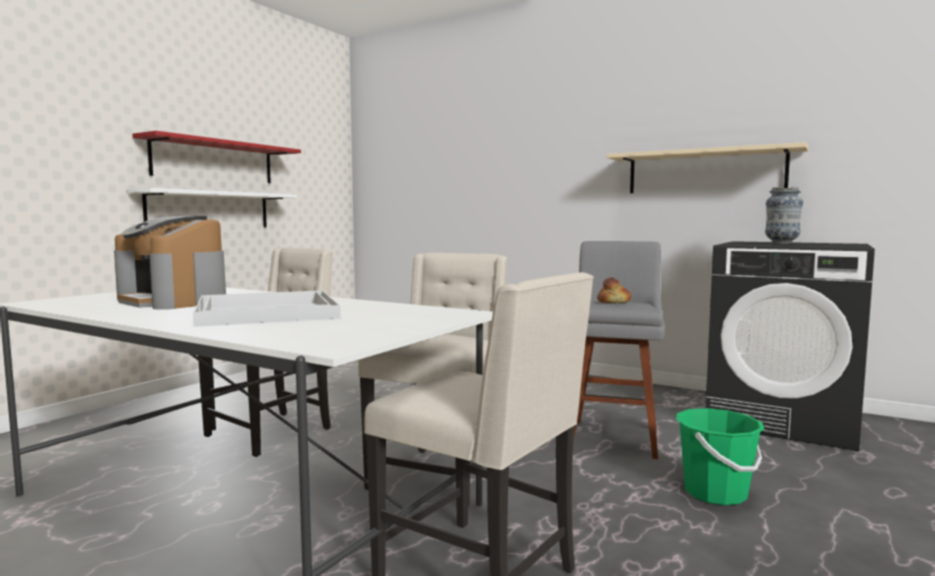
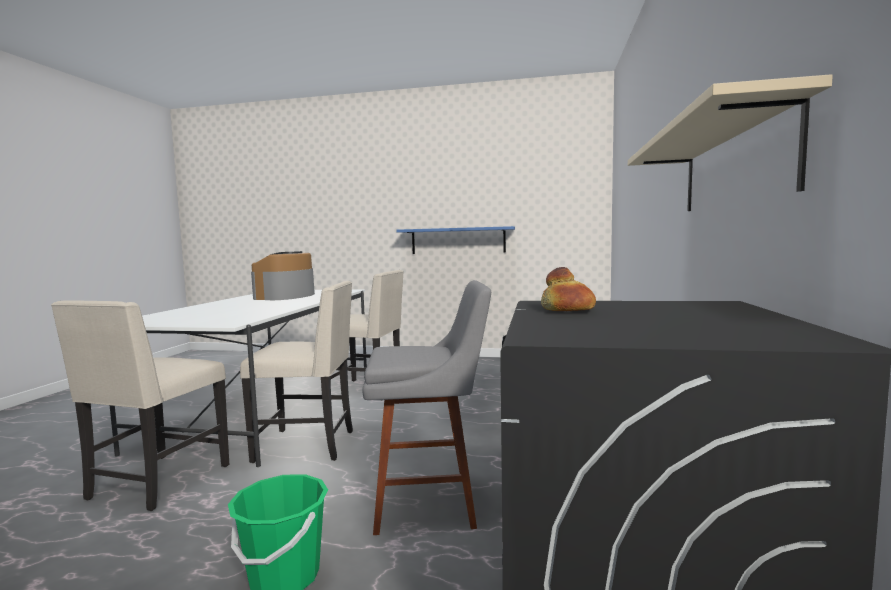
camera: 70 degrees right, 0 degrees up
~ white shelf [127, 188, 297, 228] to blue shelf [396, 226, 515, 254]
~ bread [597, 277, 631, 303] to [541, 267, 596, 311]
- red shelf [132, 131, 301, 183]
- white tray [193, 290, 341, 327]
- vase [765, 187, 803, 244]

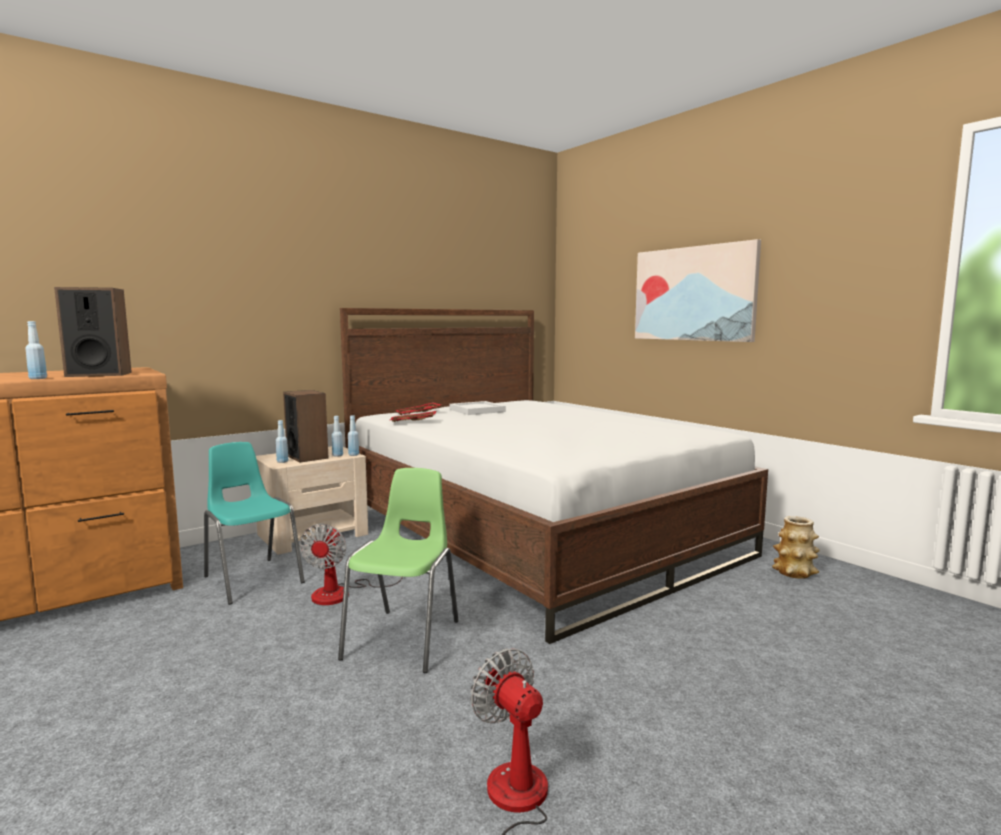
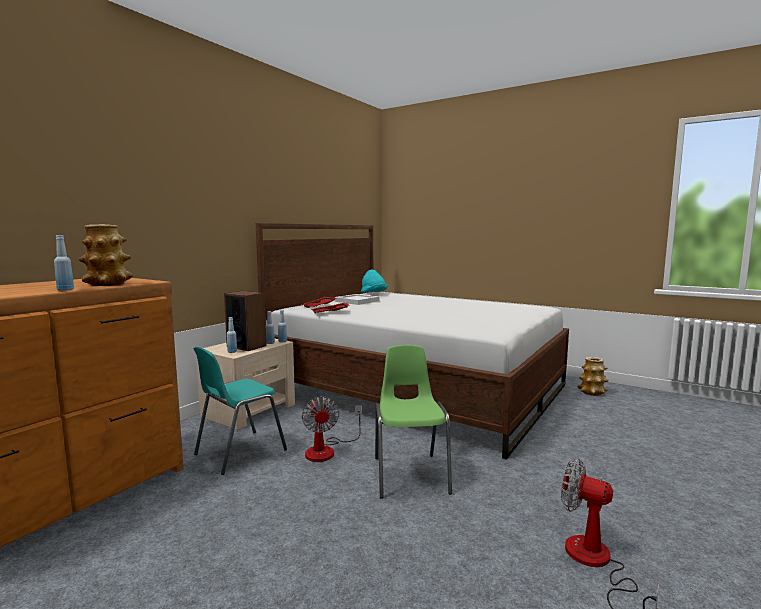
camera: 20 degrees left, 0 degrees up
~ speaker [54, 287, 132, 377] to vase [79, 225, 133, 286]
~ turquoise chair [204, 442, 305, 605] = [193, 347, 287, 475] 75 degrees counterclockwise
+ turquoise hat [361, 270, 388, 293]
- picture [635, 239, 761, 342]

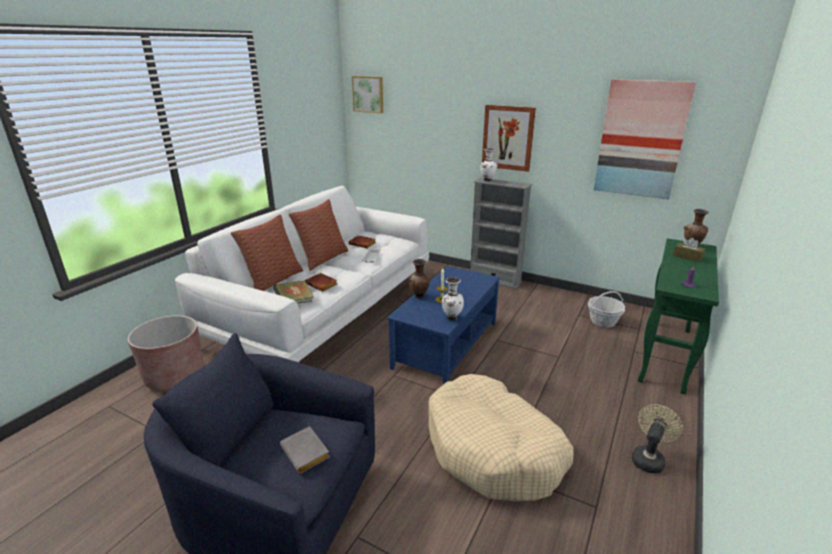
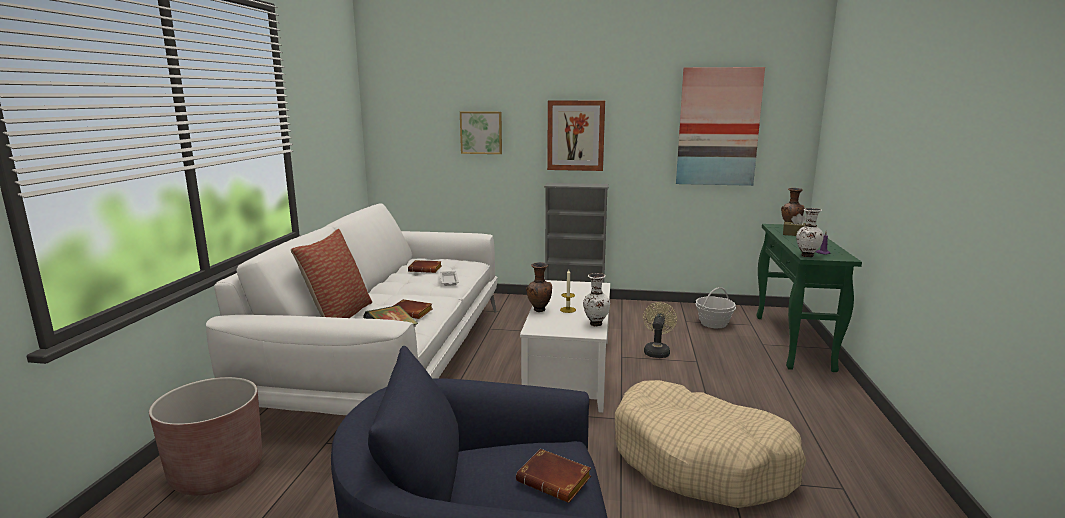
camera: 20 degrees left, 10 degrees down
~ picture [352, 76, 383, 113] to [460, 111, 502, 154]
~ grey book [280, 426, 330, 474] to brown book [516, 449, 591, 503]
~ blue coffee table [387, 266, 500, 384] to white coffee table [520, 280, 610, 413]
~ beige fan [631, 405, 683, 474] to [643, 302, 677, 358]
~ white vase [480, 148, 497, 182] to [796, 208, 824, 257]
- pillow [288, 199, 348, 271]

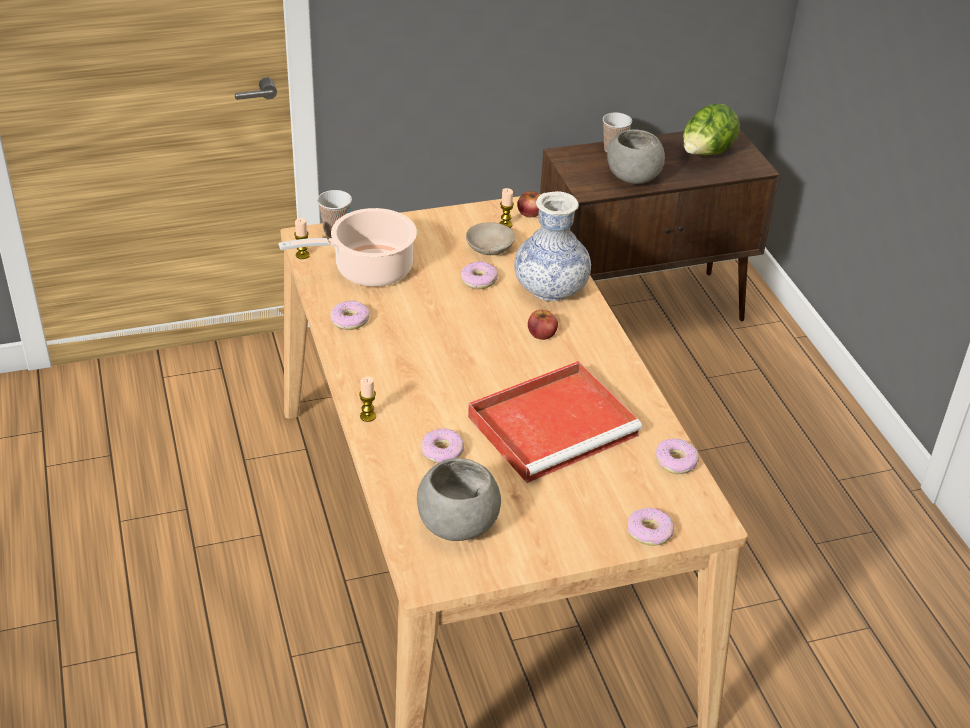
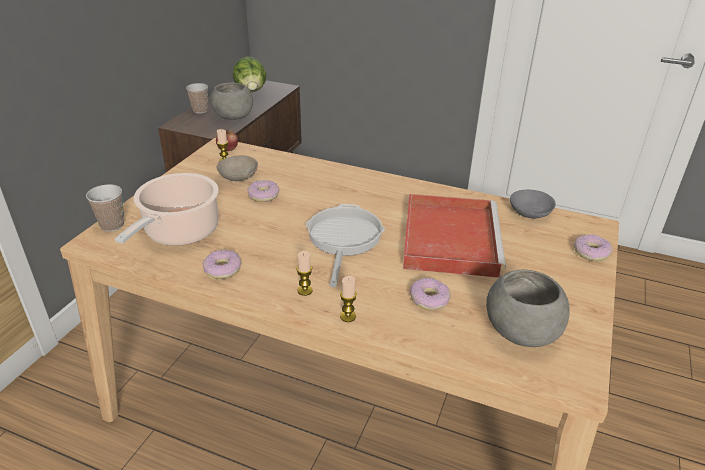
camera: 50 degrees left, 5 degrees down
~ candle [294, 218, 310, 259] to [296, 251, 313, 296]
+ frying pan [306, 204, 385, 287]
~ donut [655, 438, 699, 474] to grey bowl [510, 190, 556, 219]
- vase [514, 191, 591, 301]
- apple [528, 309, 558, 340]

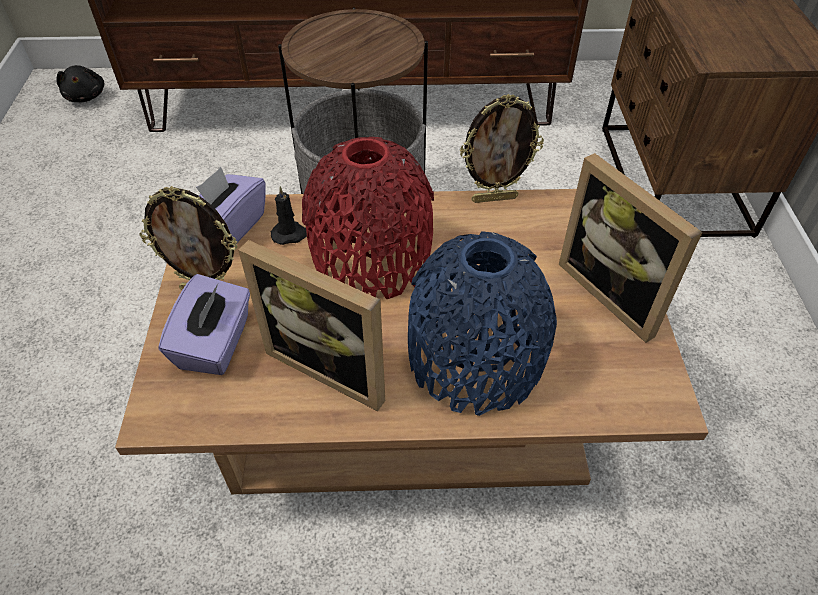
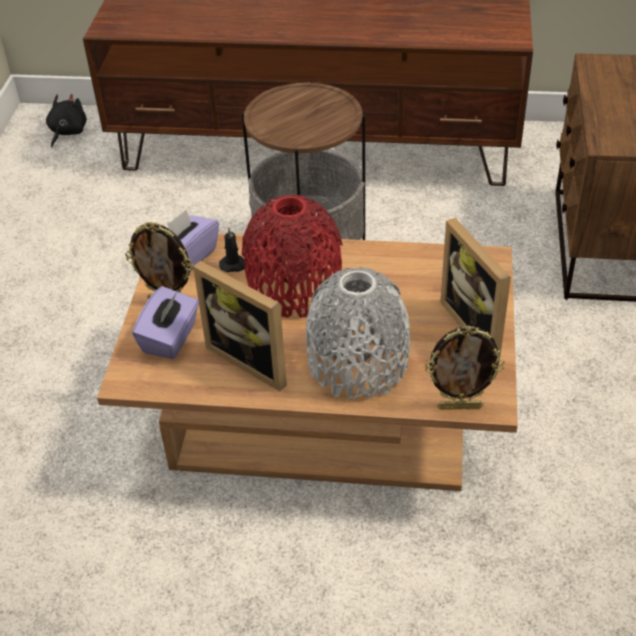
camera: 10 degrees right, 5 degrees down
~ black plush toy [56, 65, 104, 102] = [46, 94, 87, 147] 150 degrees counterclockwise
~ blue vase [408, 231, 557, 416] to grey vase [306, 267, 410, 400]
~ picture frame [460, 94, 544, 203] to [425, 325, 505, 410]

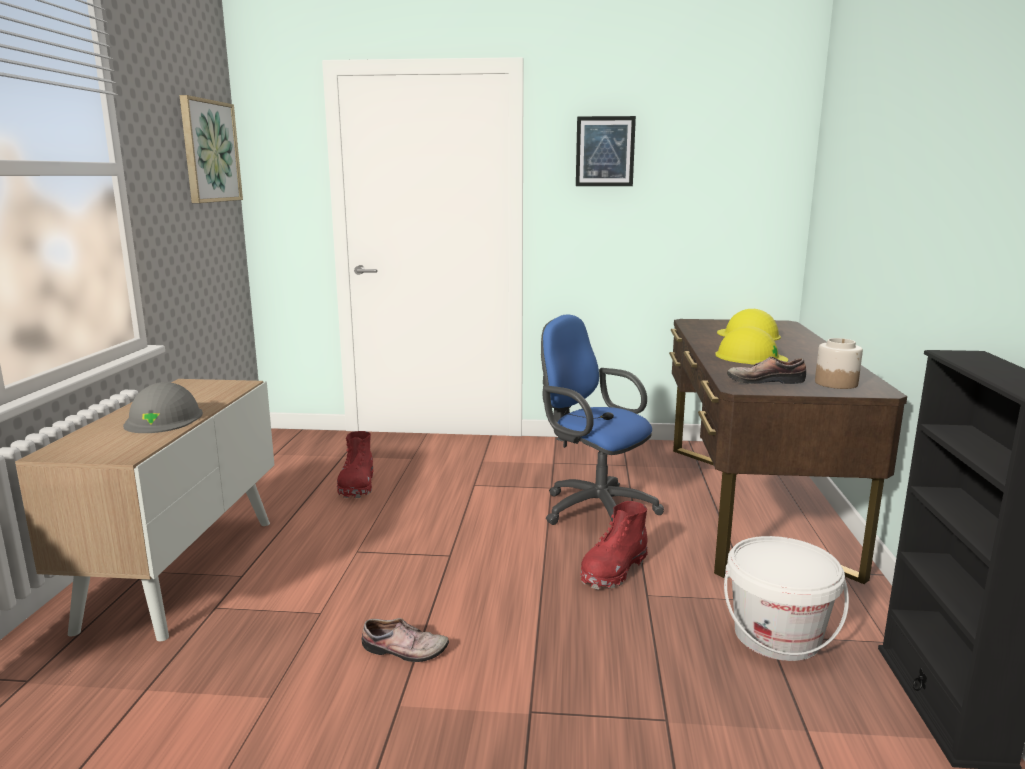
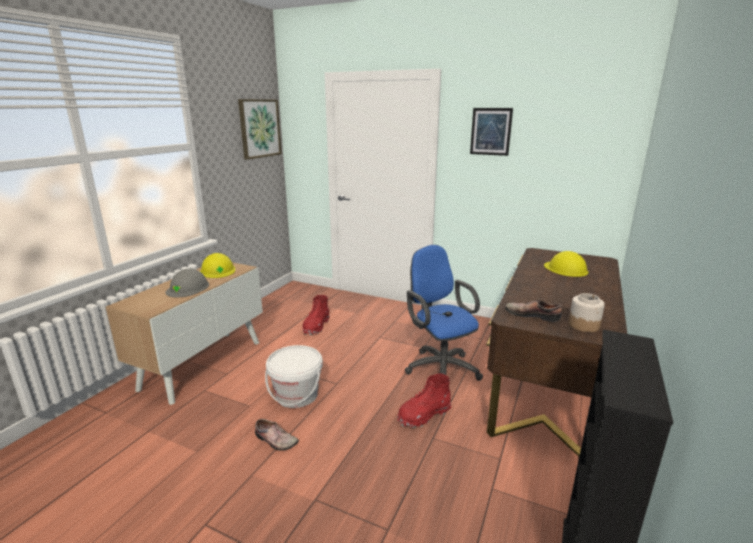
camera: 20 degrees right, 5 degrees up
~ yellow hard hat [715, 326, 788, 365] to [200, 253, 235, 278]
~ white bucket [724, 536, 849, 661] to [265, 345, 323, 408]

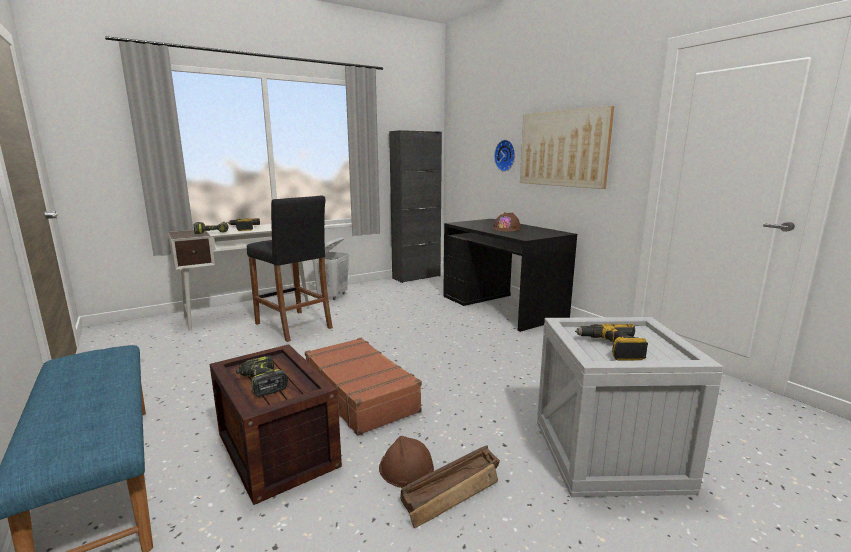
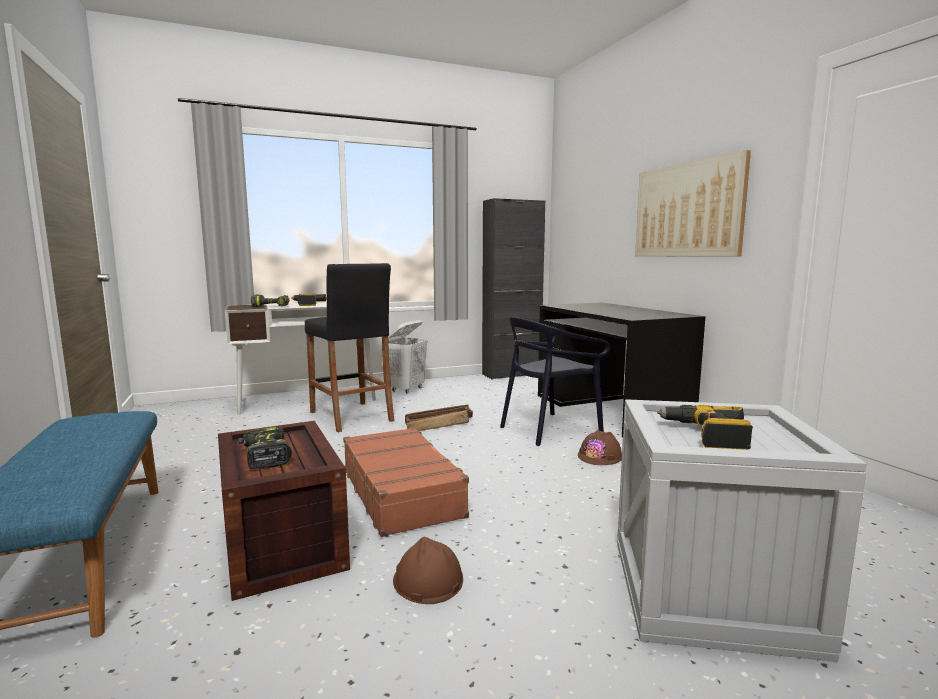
camera: 10 degrees right, 5 degrees down
~ crate [400, 445, 500, 528] to [405, 405, 473, 431]
+ black chair [500, 317, 610, 446]
~ brown hard hat [492, 212, 521, 232] to [578, 430, 622, 465]
- wall clock [494, 140, 515, 172]

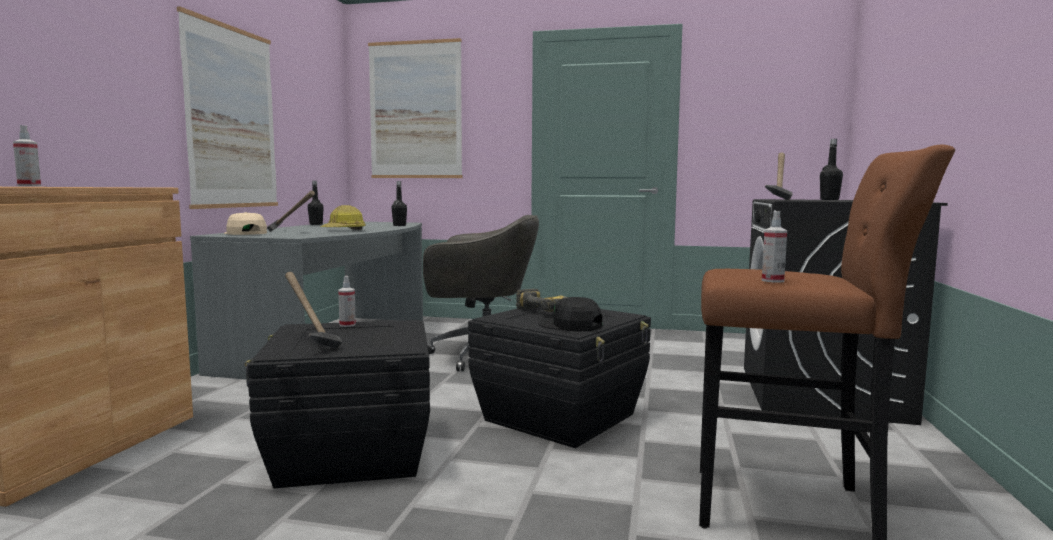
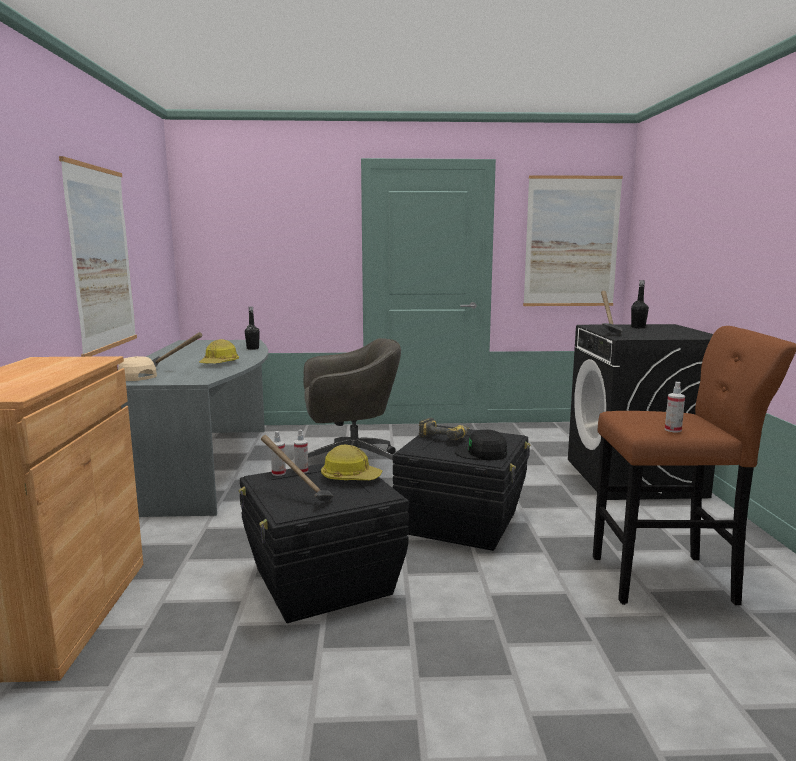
camera: 15 degrees left, 5 degrees up
~ spray bottle [13, 125, 41, 186] to [271, 431, 286, 476]
+ hard hat [321, 445, 382, 480]
~ picture [368, 38, 462, 178] to [523, 175, 623, 306]
- black bottle [308, 181, 324, 225]

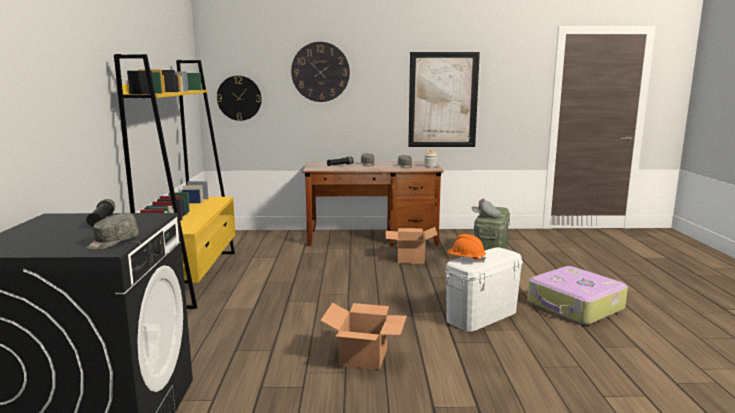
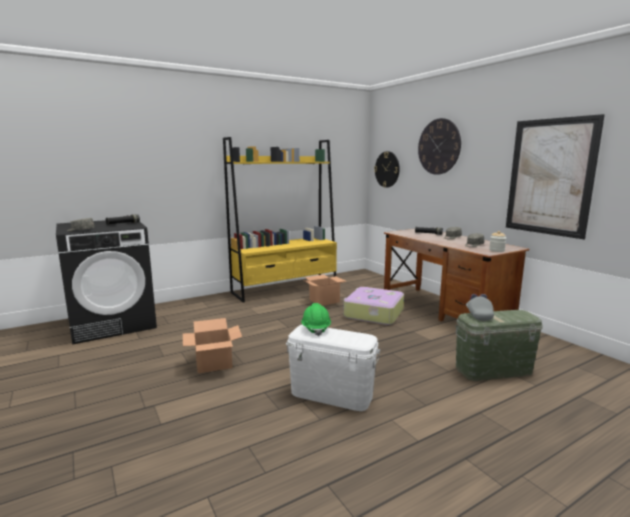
camera: 60 degrees right, 0 degrees up
~ orange hard hat [447, 234, 486, 262] to green hard hat [301, 303, 331, 336]
~ cardboard box [385, 227, 438, 264] to [303, 275, 346, 306]
~ suitcase [527, 266, 628, 325] to [343, 287, 404, 325]

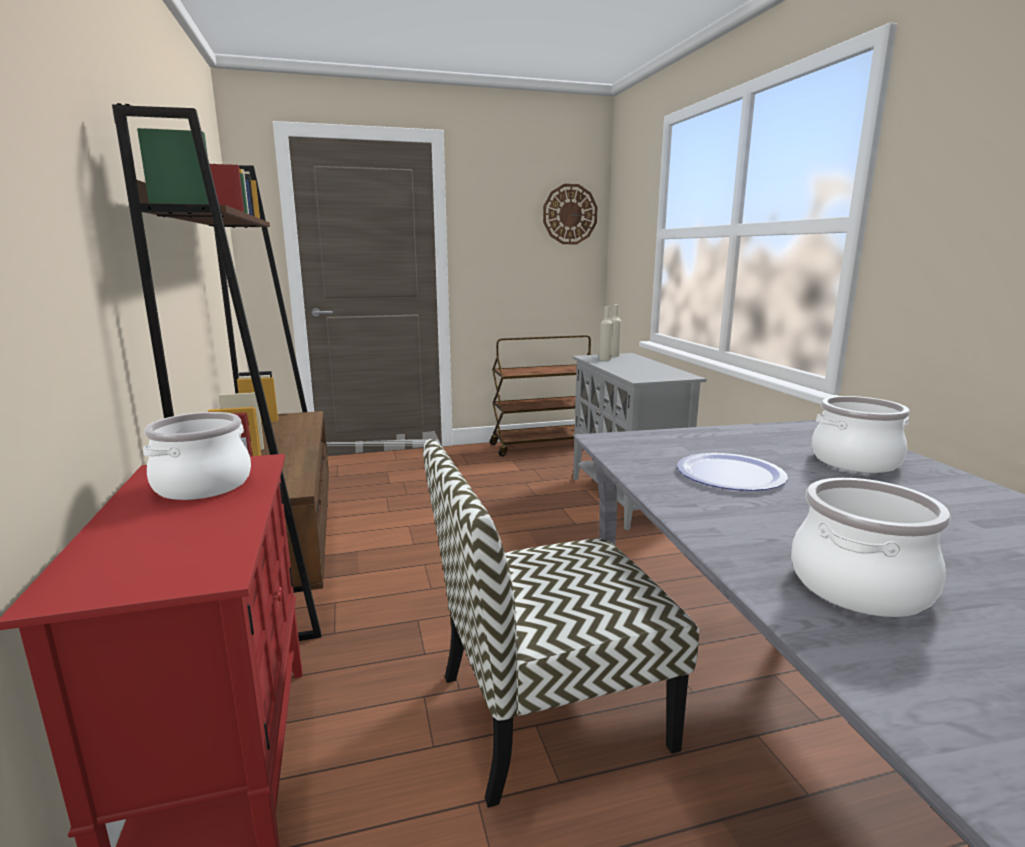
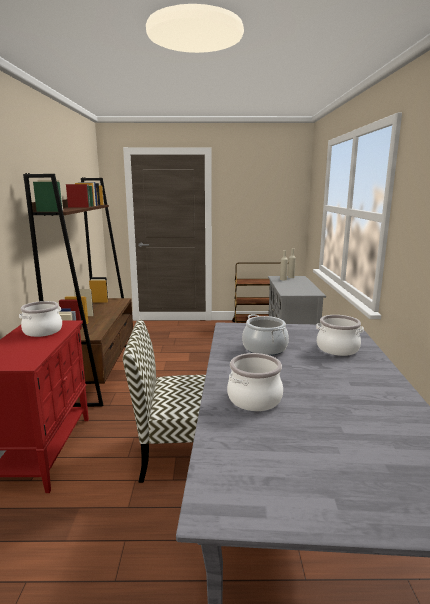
camera: 15 degrees right, 0 degrees up
~ plate [677, 453, 788, 491] to cooking pot [242, 314, 289, 356]
- wall clock [543, 184, 598, 244]

